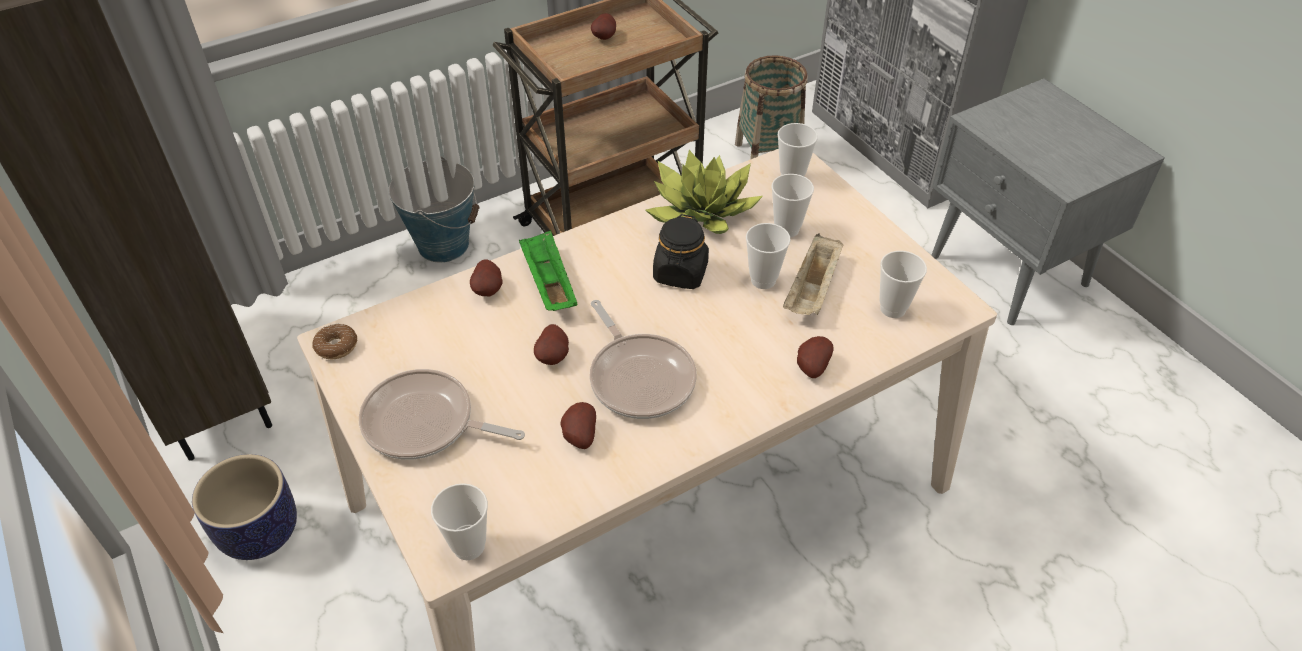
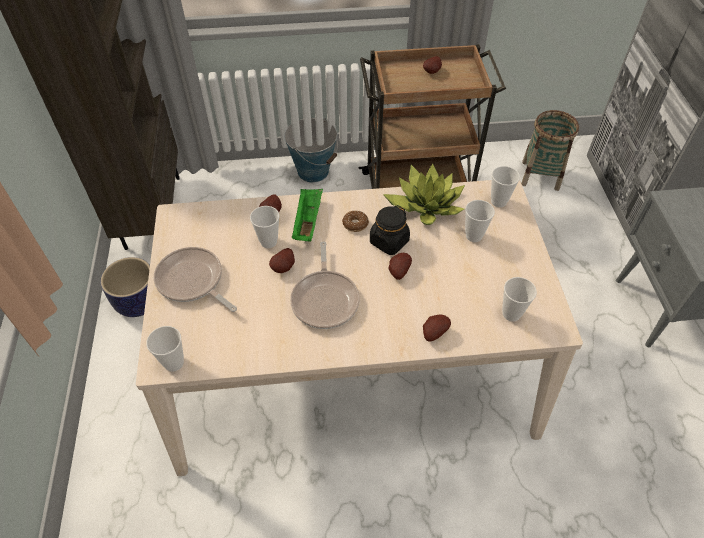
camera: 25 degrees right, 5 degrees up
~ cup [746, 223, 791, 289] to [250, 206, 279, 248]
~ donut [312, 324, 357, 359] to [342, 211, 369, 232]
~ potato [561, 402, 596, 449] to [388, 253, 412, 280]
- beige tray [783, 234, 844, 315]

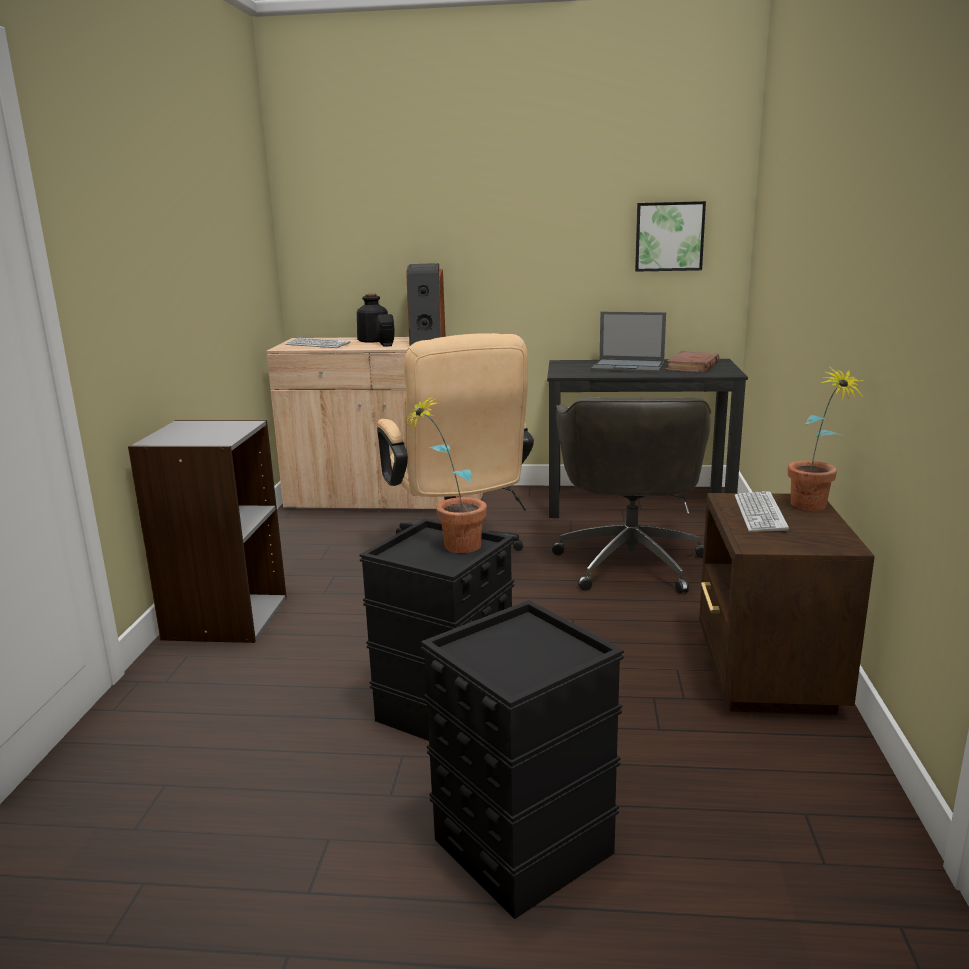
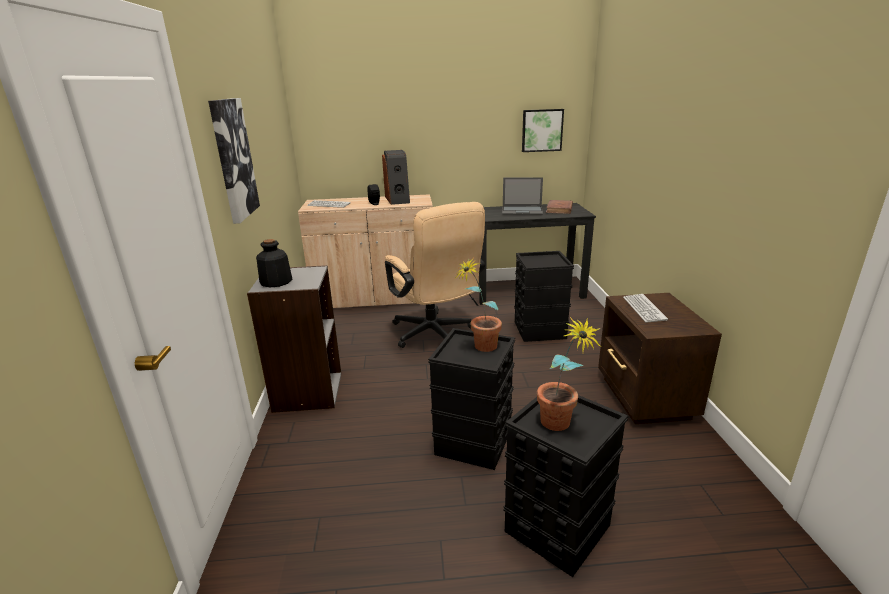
camera: 10 degrees left, 5 degrees up
+ picture [208, 98, 260, 224]
~ bottle [357, 294, 388, 343] to [256, 239, 292, 287]
~ grey office chair [552, 397, 711, 594] to black storage box [514, 251, 574, 342]
~ potted plant [788, 366, 864, 511] to [537, 317, 601, 431]

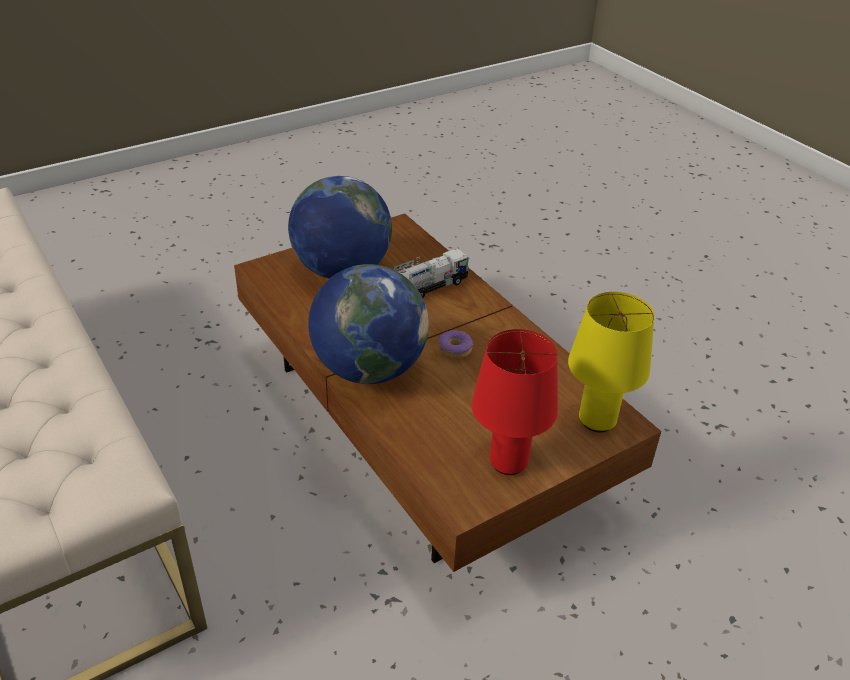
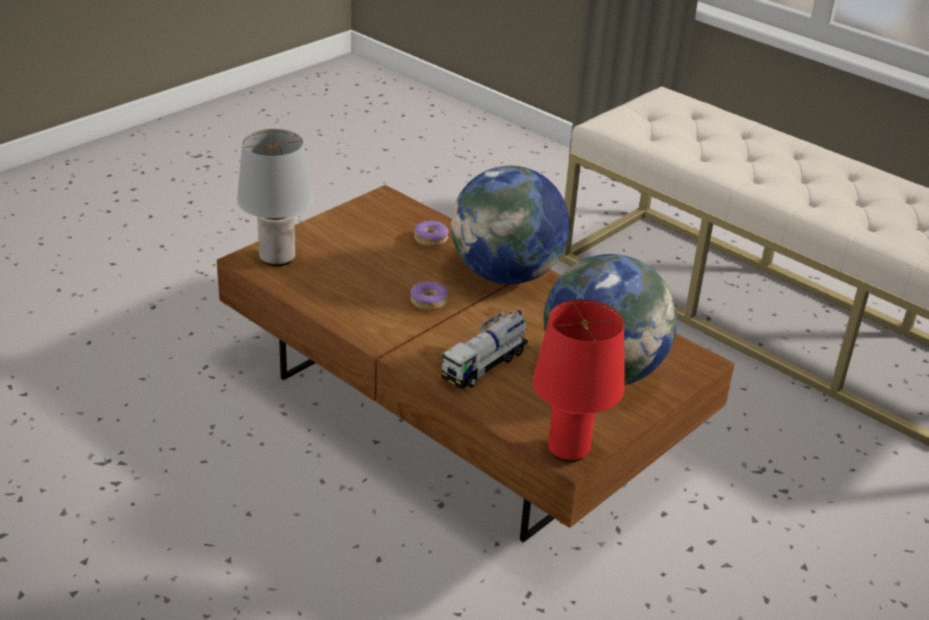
camera: 165 degrees right, 5 degrees down
~ yellow table lamp [568, 292, 655, 432] to grey table lamp [237, 129, 313, 267]
+ donut [414, 221, 449, 246]
~ red table lamp [472, 329, 558, 475] to [533, 300, 625, 462]

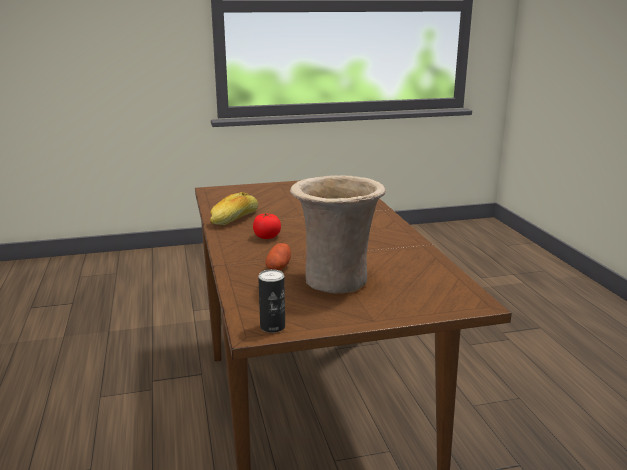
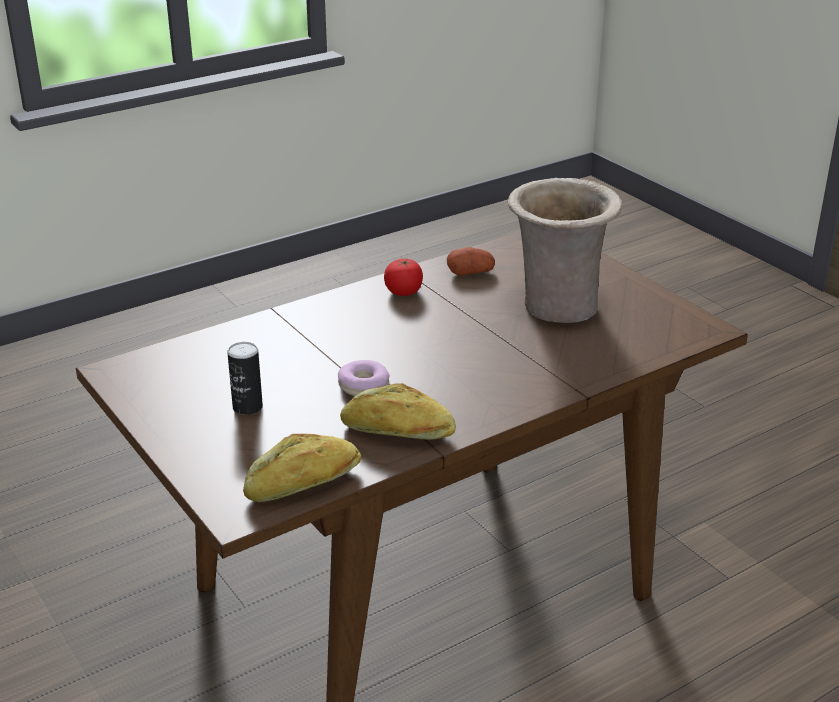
camera: 110 degrees left, 10 degrees up
~ can [258, 269, 285, 333] to [227, 342, 263, 415]
+ bread [243, 434, 361, 502]
+ donut [338, 360, 389, 396]
~ tomato [253, 213, 281, 239] to [384, 258, 423, 296]
~ potato [266, 243, 291, 270] to [447, 247, 495, 276]

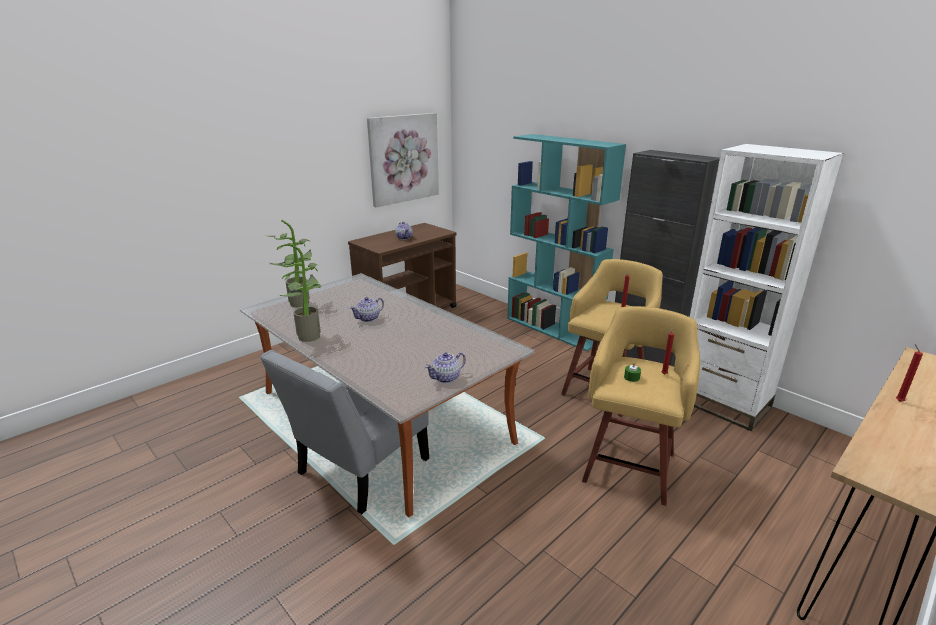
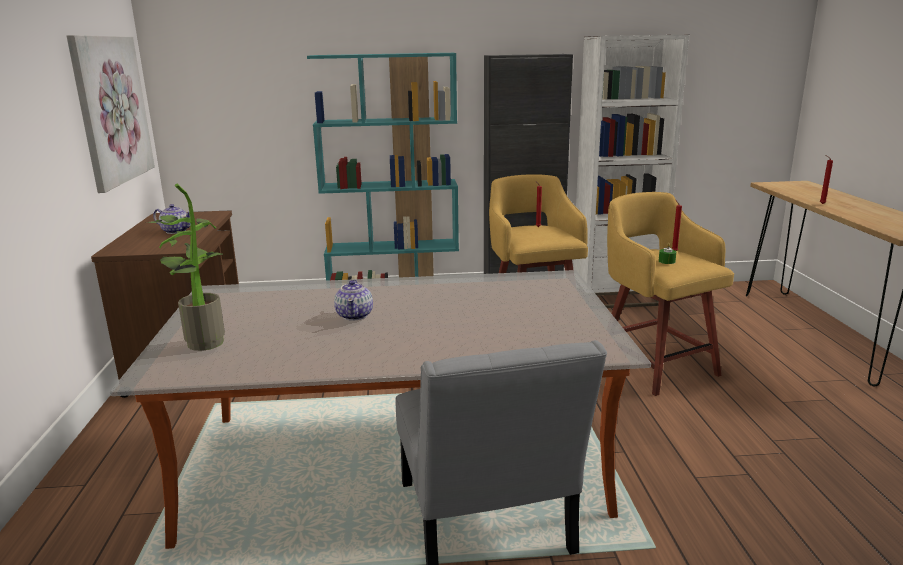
camera: 50 degrees left, 5 degrees down
- potted plant [270, 244, 321, 342]
- teapot [425, 352, 466, 383]

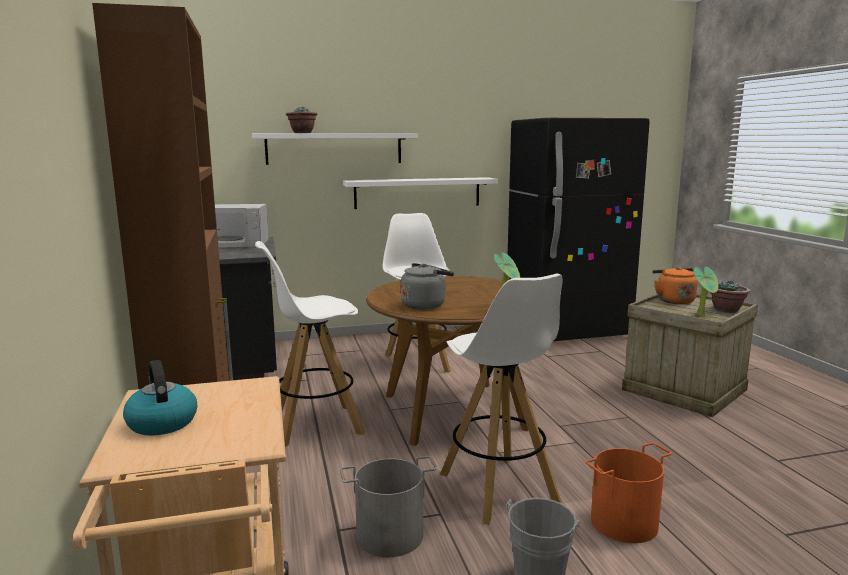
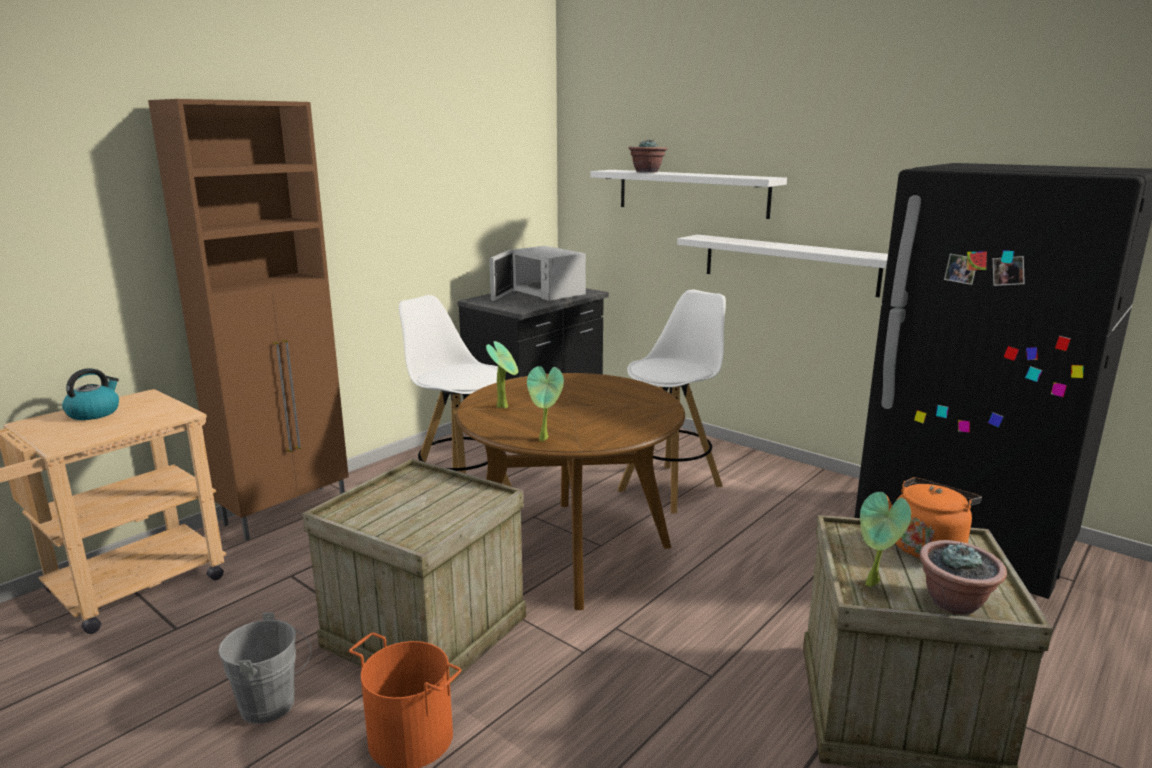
camera: 55 degrees right, 5 degrees up
~ white stool [440, 274, 562, 525] to crate [302, 459, 526, 685]
~ grey kettle [401, 263, 454, 310] to potted plant [486, 341, 518, 408]
- grey bucket [340, 456, 437, 557]

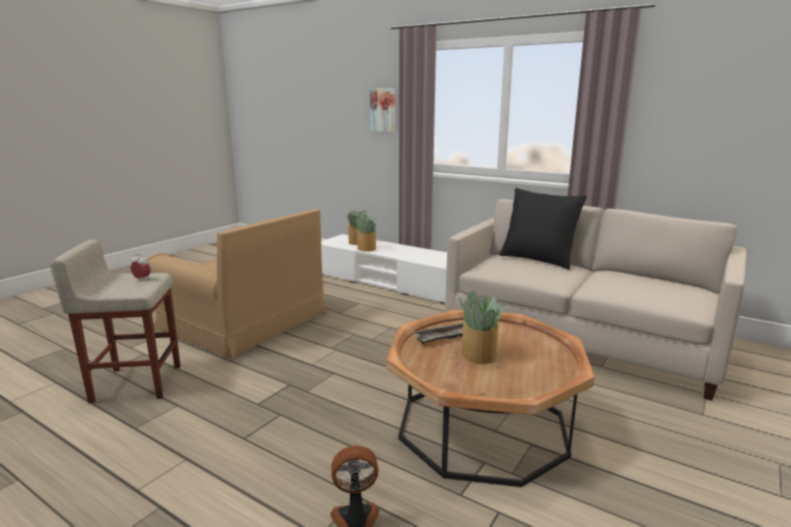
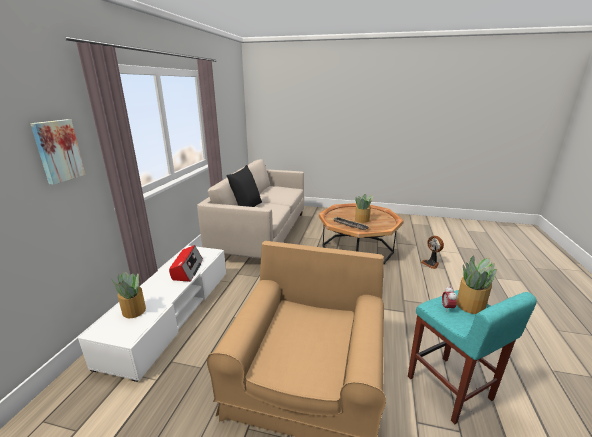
camera: 110 degrees left, 5 degrees up
+ radio [169, 245, 203, 282]
~ beige stool [50, 239, 181, 403] to turquoise stool [408, 290, 537, 424]
~ potted plant [354, 214, 378, 252] to [457, 255, 497, 314]

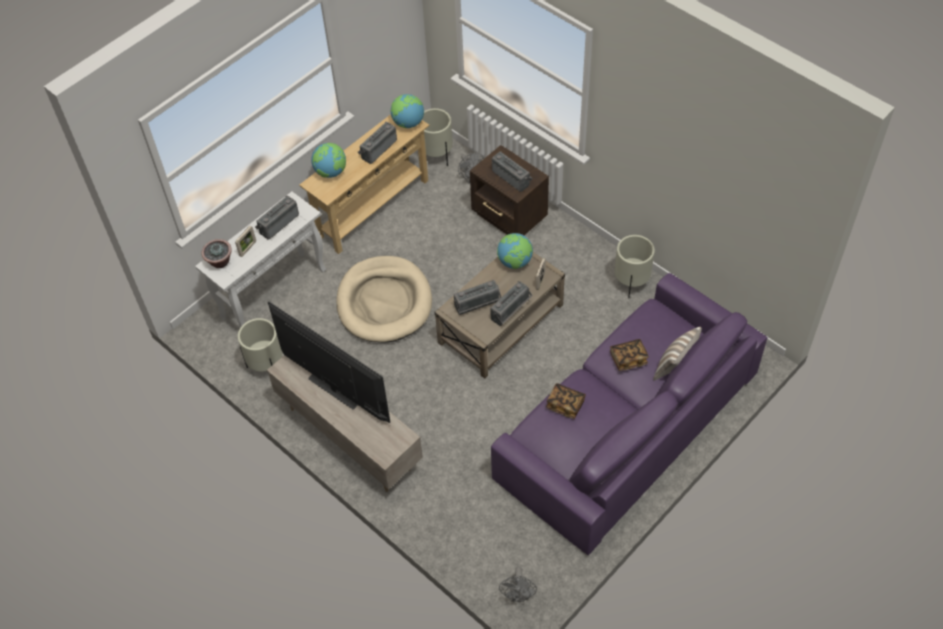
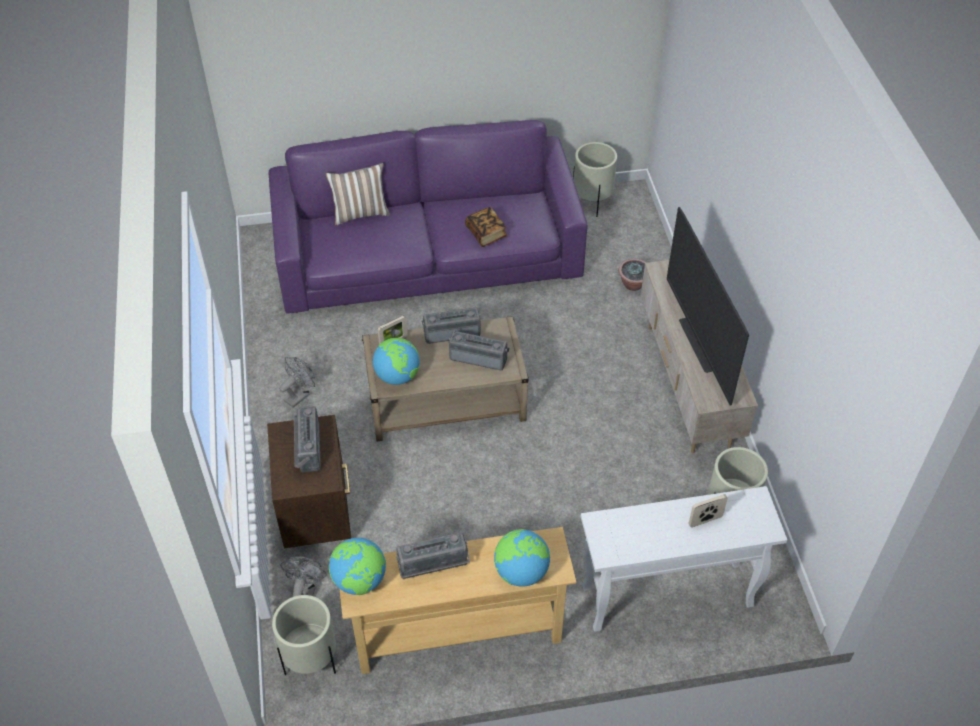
camera: 145 degrees left, 5 degrees down
~ grey fan [499, 567, 537, 602] to [279, 357, 315, 408]
~ beige planter [614, 235, 655, 298] to [573, 142, 617, 217]
~ potted plant [201, 239, 232, 268] to [619, 259, 646, 291]
- radio [255, 196, 299, 240]
- beige dog bed [336, 256, 432, 343]
- book [610, 339, 649, 371]

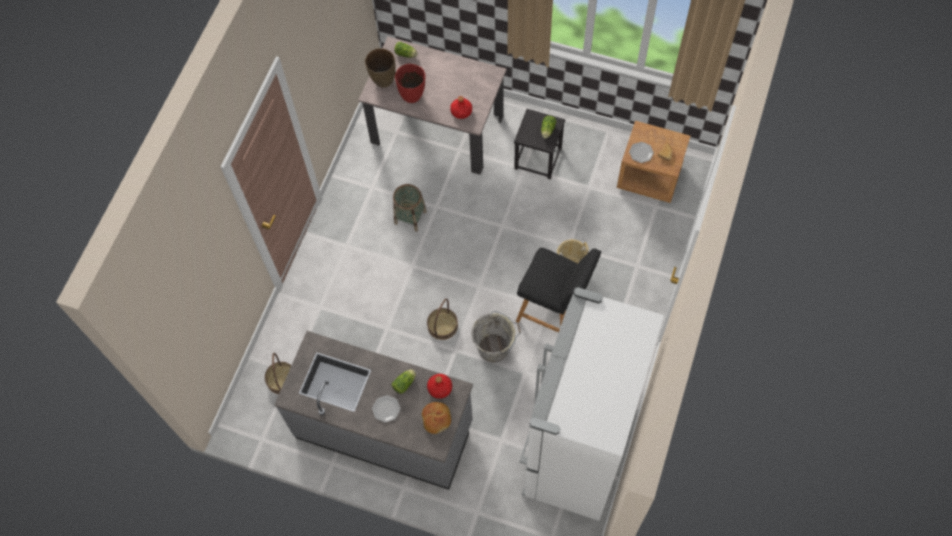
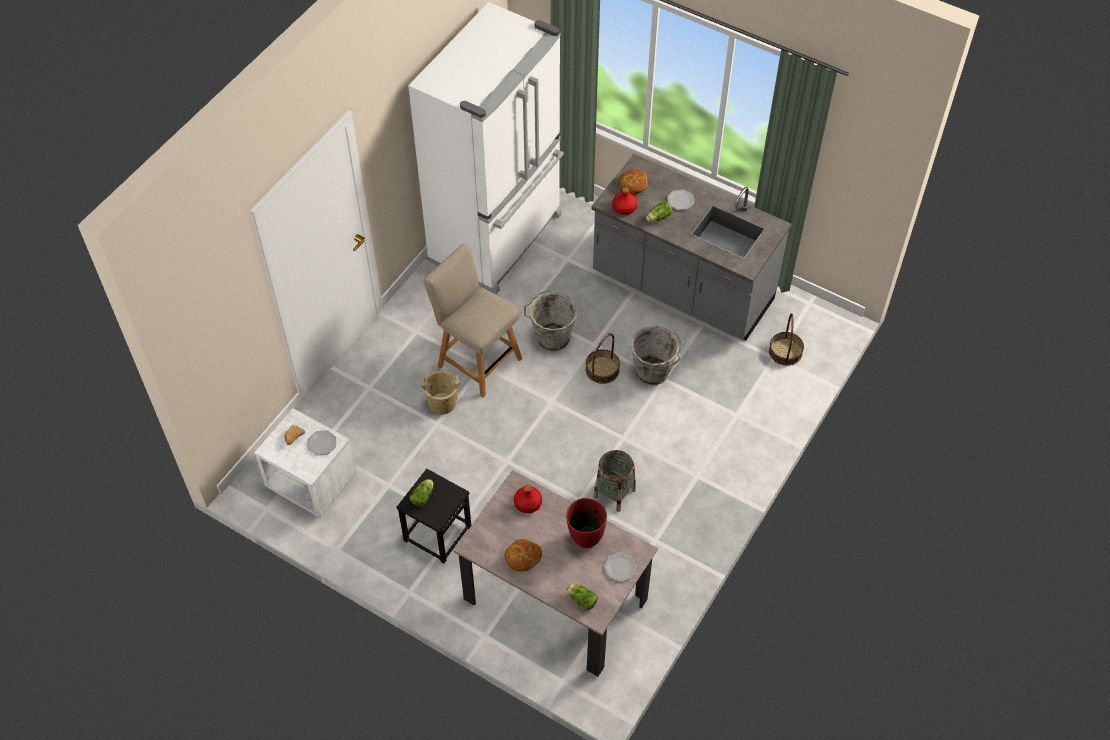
camera: 170 degrees left, 10 degrees down
~ brown nightstand [617, 121, 690, 203] to white nightstand [254, 408, 357, 518]
~ black chair [516, 248, 601, 333] to beige chair [424, 244, 522, 398]
+ bread [505, 539, 542, 572]
~ brown vase [365, 48, 396, 88] to plate [604, 552, 637, 582]
+ grey bucket [631, 325, 681, 385]

